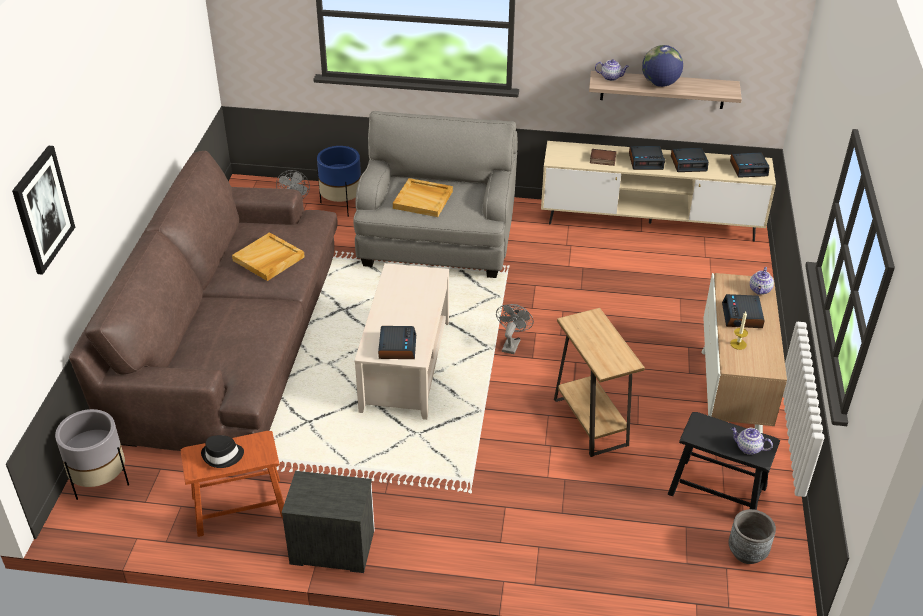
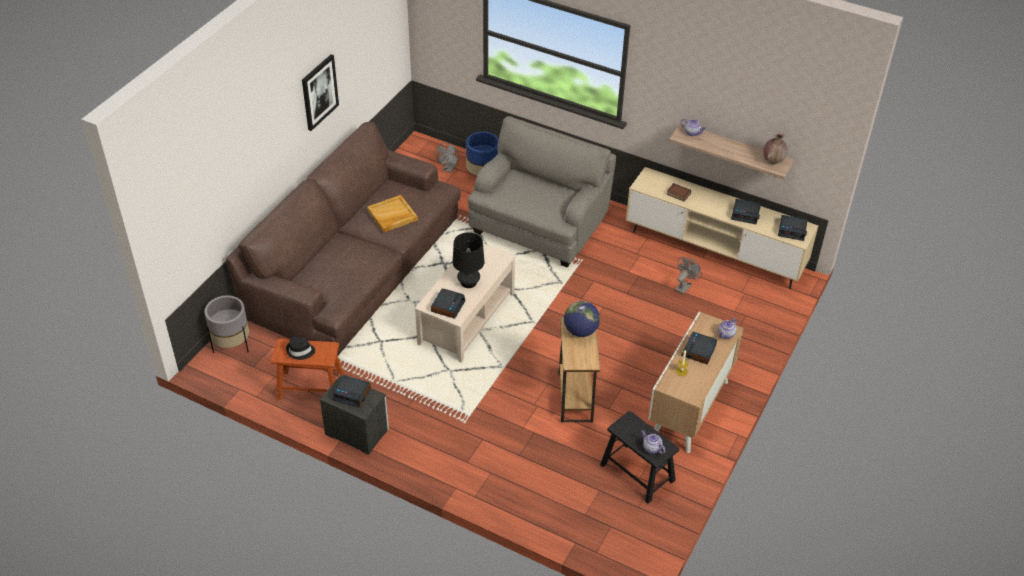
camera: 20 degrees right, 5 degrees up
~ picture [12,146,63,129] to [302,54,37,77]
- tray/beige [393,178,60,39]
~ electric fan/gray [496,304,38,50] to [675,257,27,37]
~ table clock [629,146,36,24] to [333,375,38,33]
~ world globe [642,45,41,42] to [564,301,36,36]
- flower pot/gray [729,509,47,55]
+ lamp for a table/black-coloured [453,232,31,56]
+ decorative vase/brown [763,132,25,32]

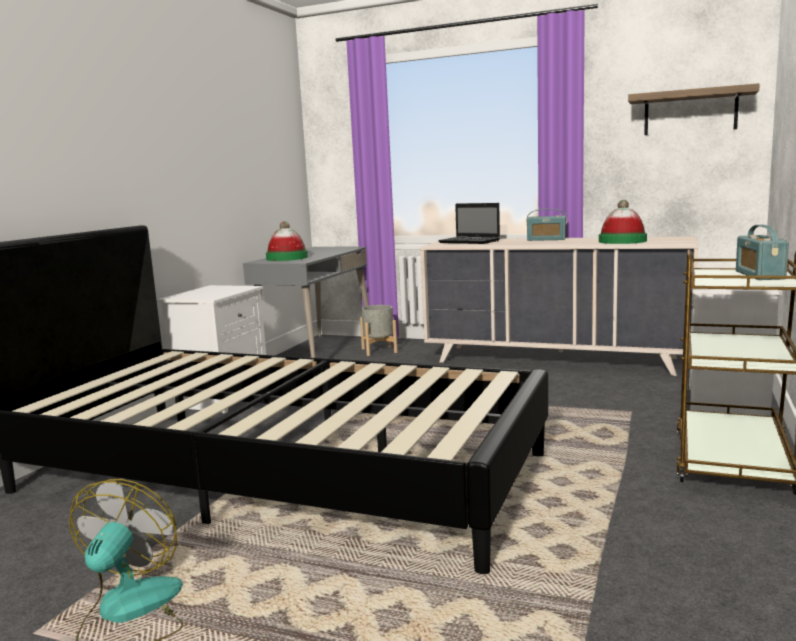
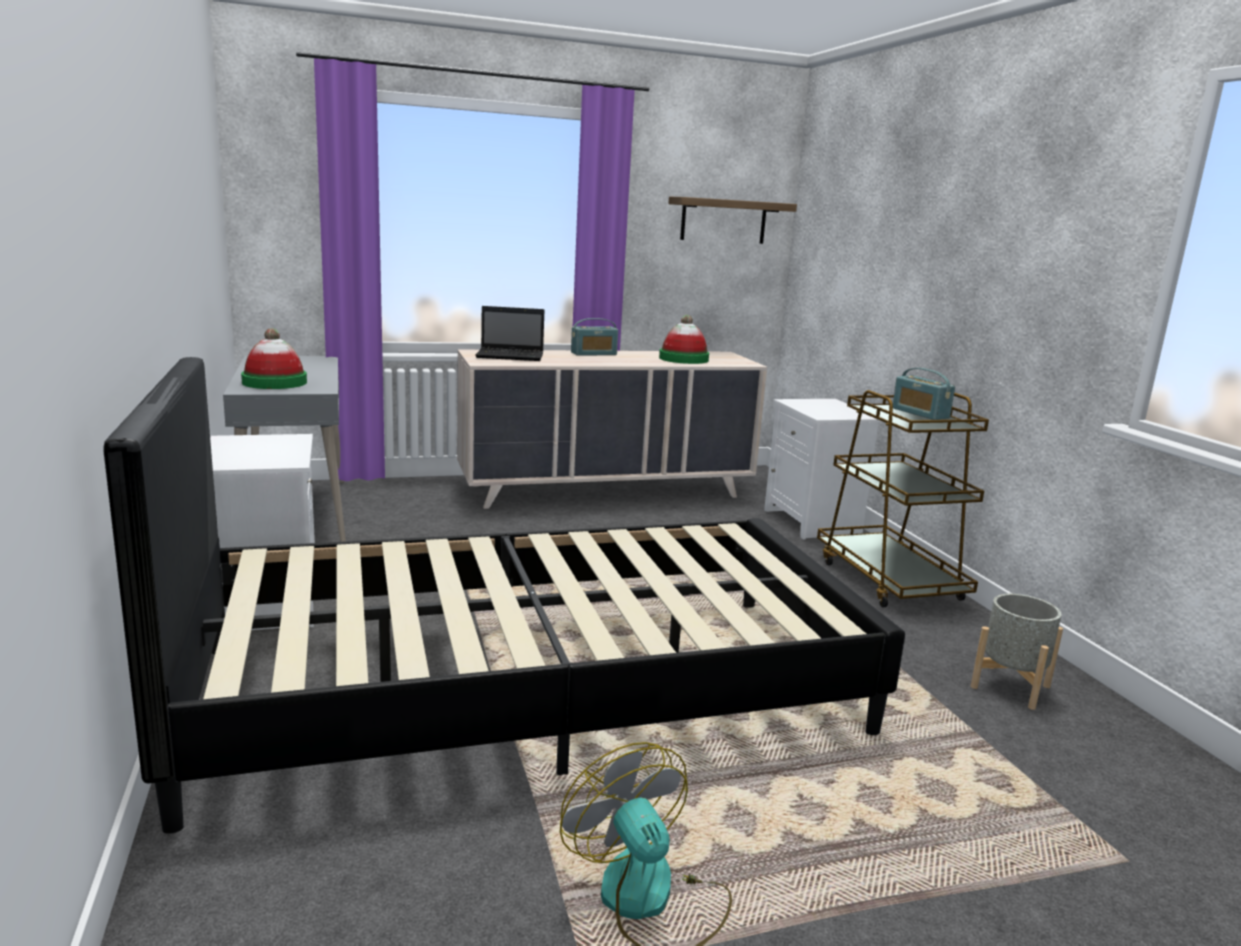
camera: 40 degrees left, 5 degrees up
~ flower pot/gray [360,305,38,51] to [971,594,92,116]

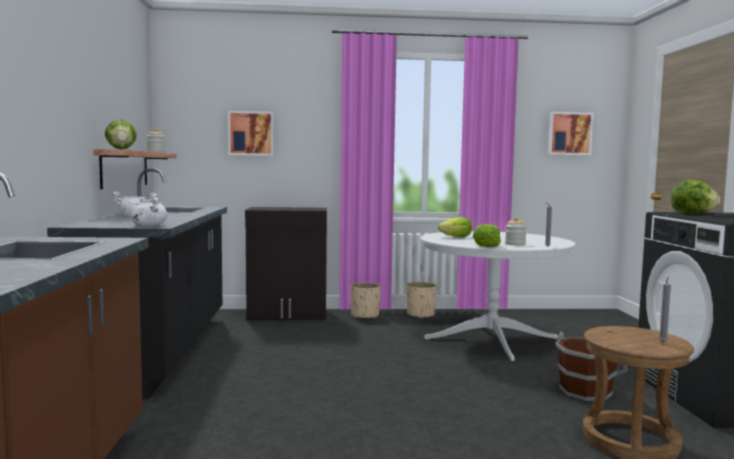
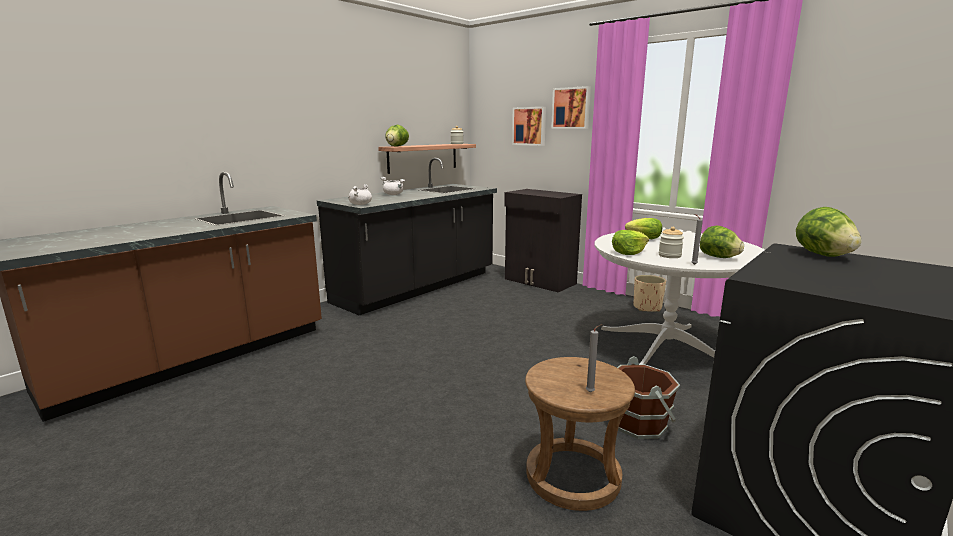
camera: 45 degrees right, 10 degrees up
- flower pot/beige [350,282,31,37]
~ picture [548,112,45,43] to [551,86,40,43]
+ lettuce [700,226,44,32]

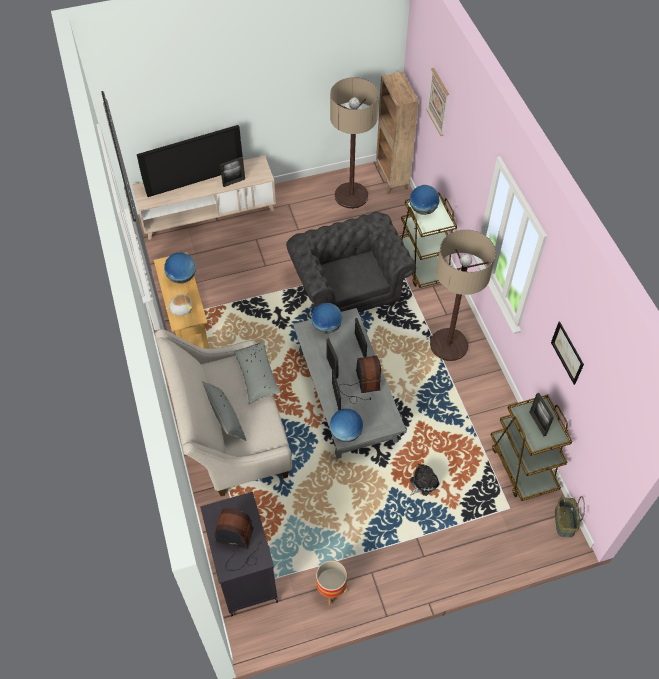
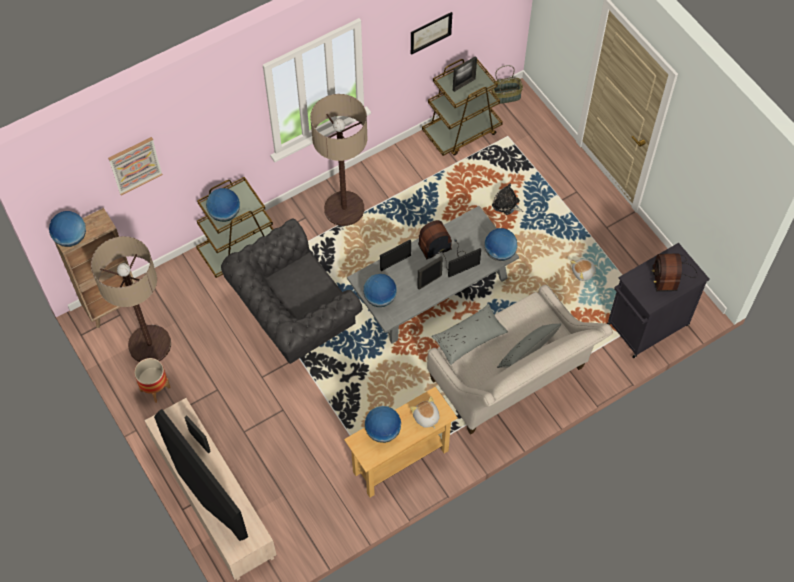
camera: 105 degrees left, 5 degrees up
~ flower pot [316,560,31,45] to [134,358,37,45]
+ world globe [49,211,37,36]
+ plush toy [570,259,27,22]

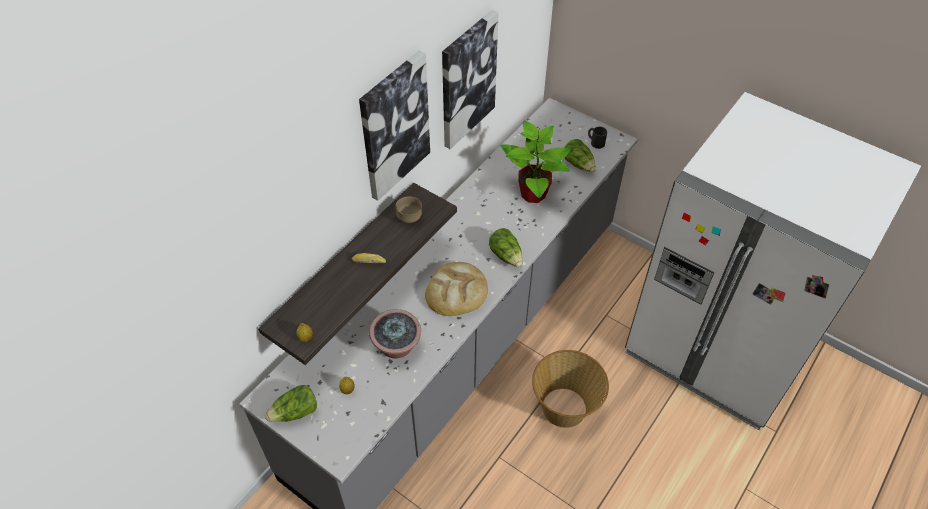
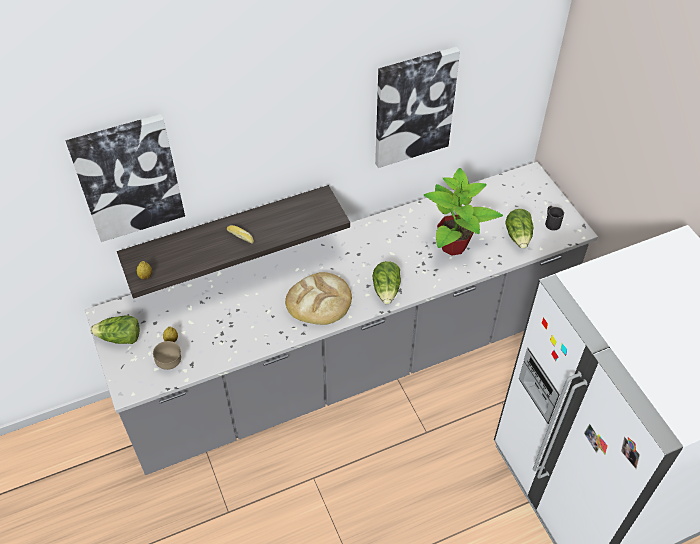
camera: 30 degrees right, 0 degrees up
~ picture [359,50,71,151] to [65,114,120,128]
- houseplant [369,309,52,49]
~ bowl/brown [395,197,27,26] to [153,341,28,29]
- storage basket [532,350,77,78]

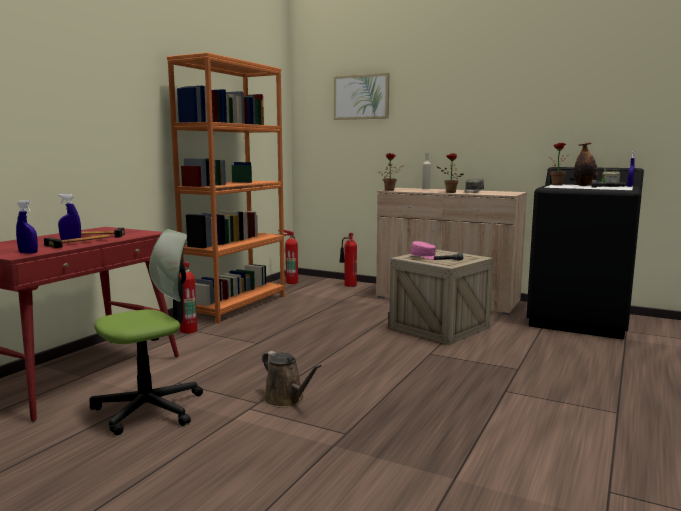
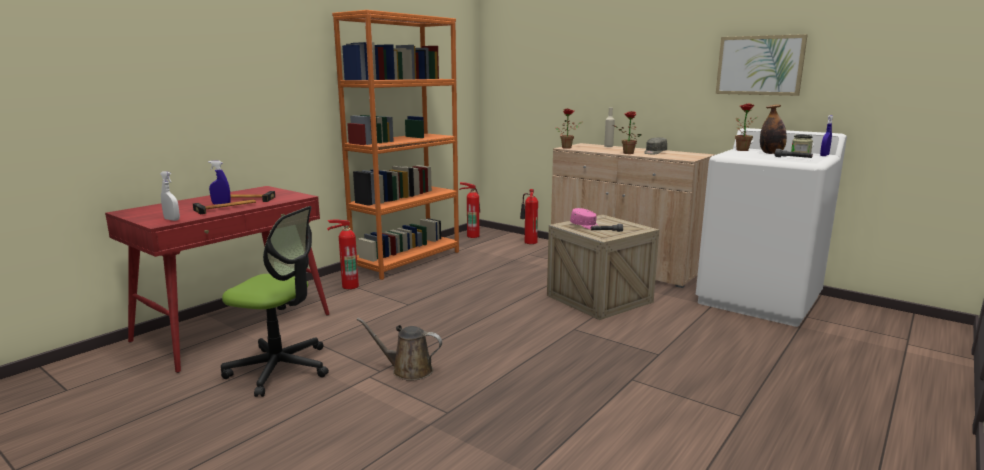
camera: 10 degrees right, 5 degrees up
~ sprayer/blue-coloured [16,200,22,54] to sprayer/whitish [160,171,20,50]
~ computer chair [89,229,114,206] = [221,206,108,191] 45 degrees clockwise
~ watering can/brown [263,351,59,57] = [357,318,85,63] 135 degrees clockwise
~ picture [334,73,56,47] to [716,34,92,62]
~ laundry appliance/black-coloured [526,167,118,172] to laundry appliance/whitish [696,128,151,199]

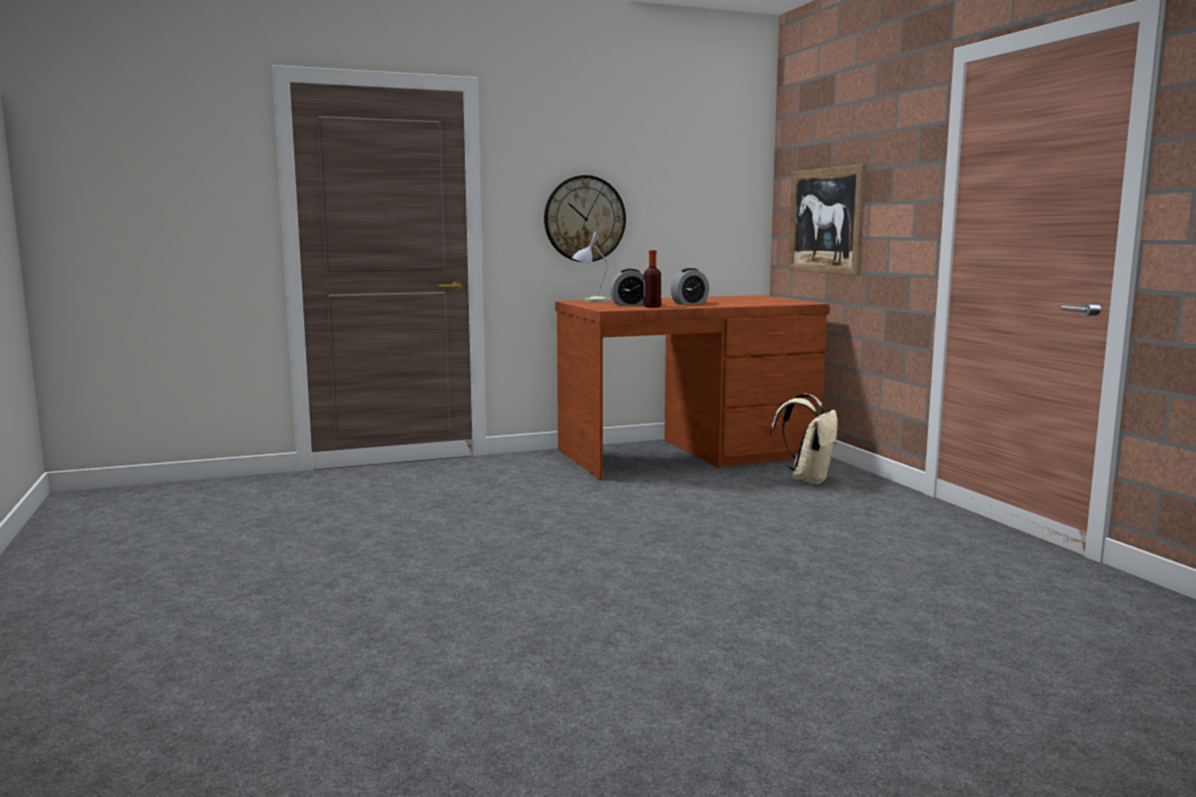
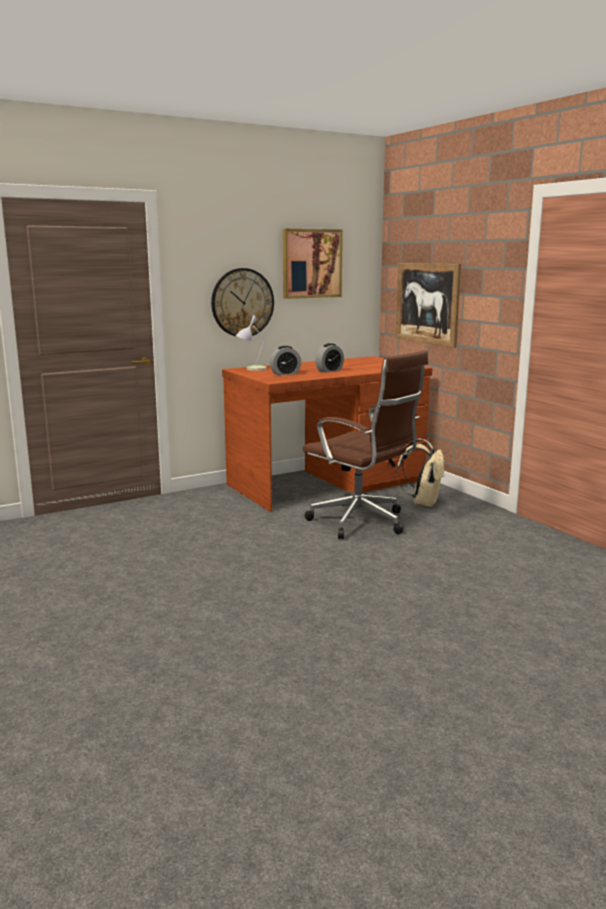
camera: 10 degrees left, 5 degrees up
- drink bottle [643,250,18,57]
+ picture [283,229,60,70]
+ computer chair/brown [302,350,126,189]

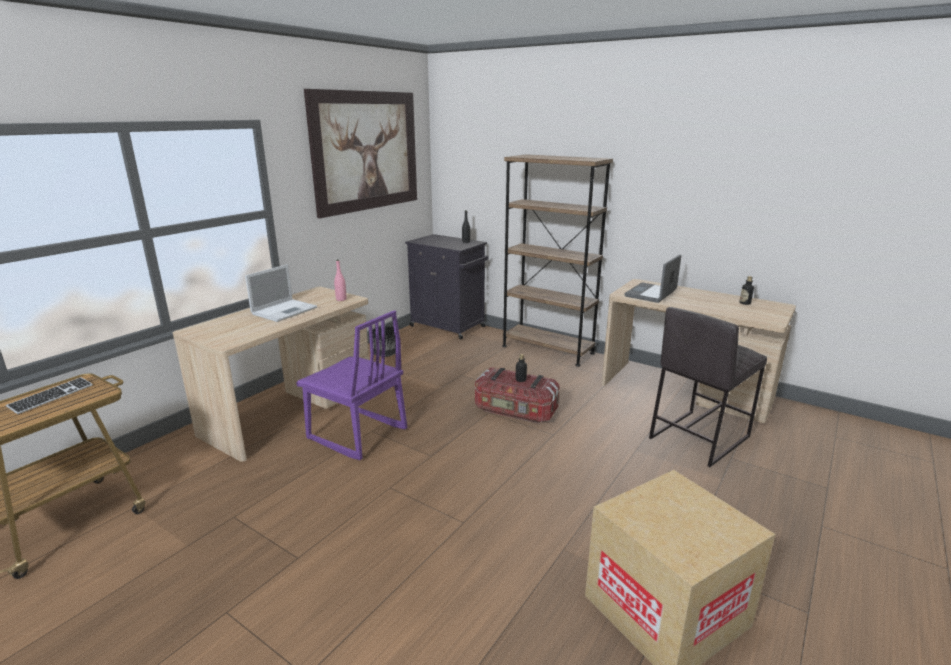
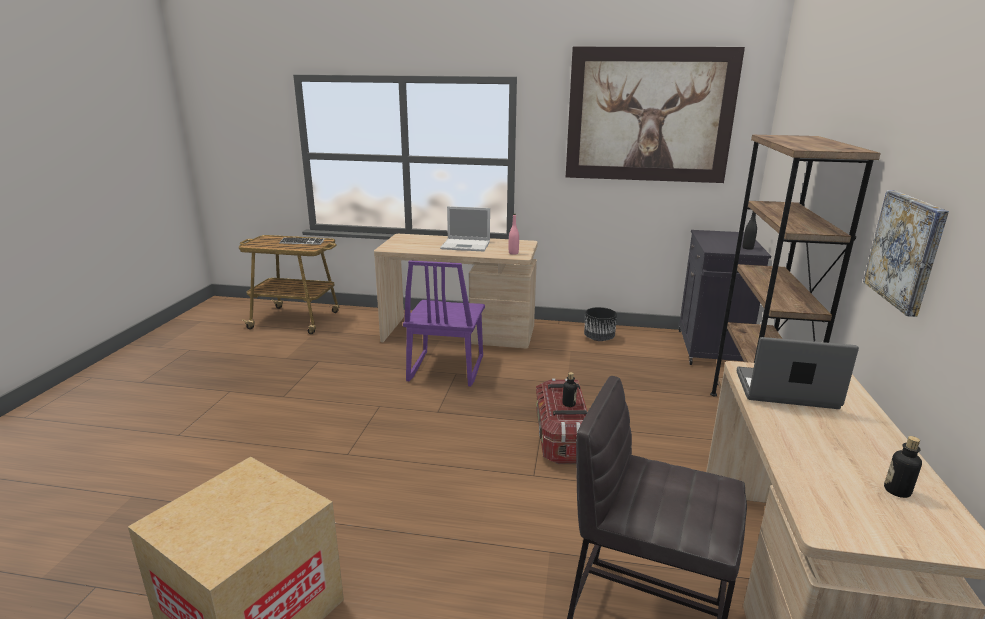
camera: 65 degrees right, 0 degrees up
+ picture [863,190,86,127]

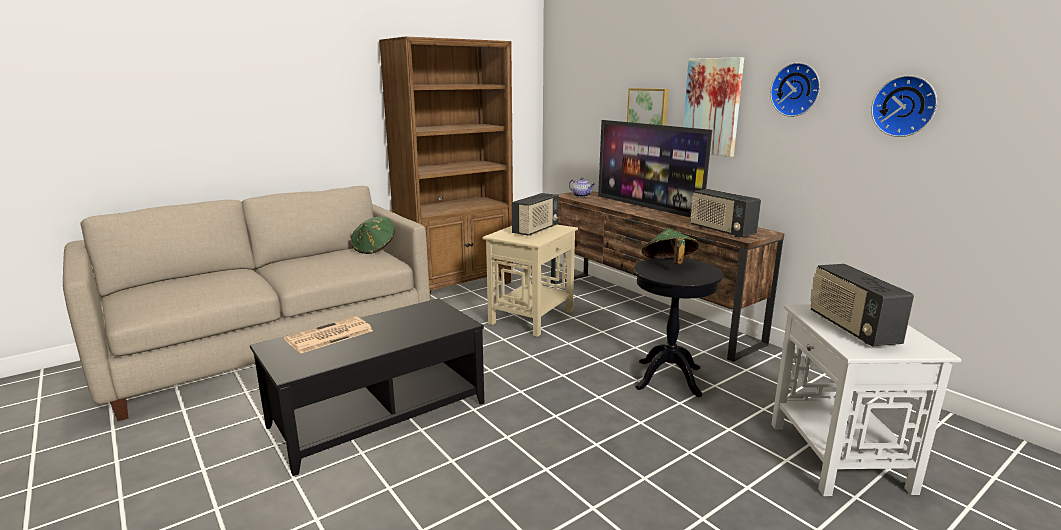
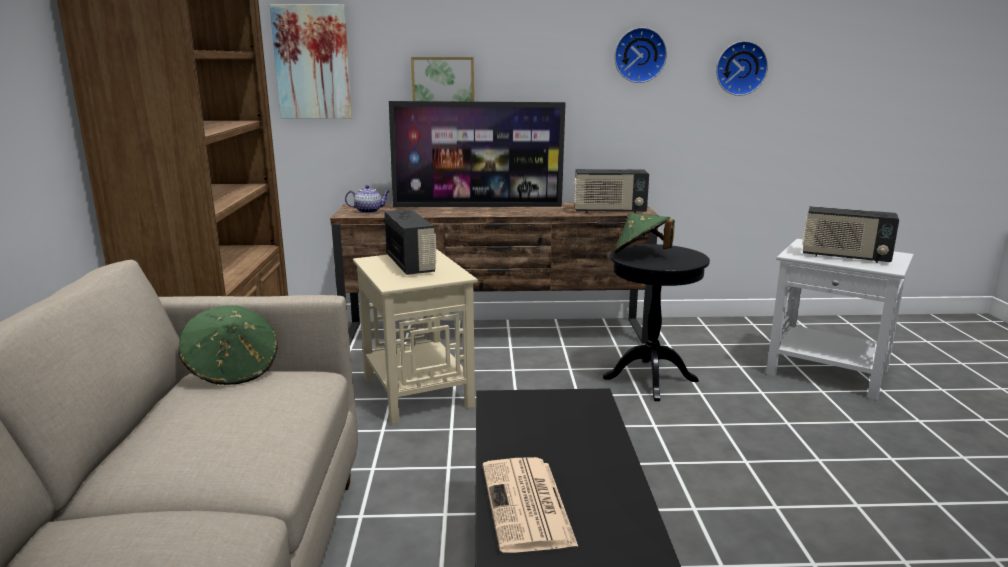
camera: 55 degrees left, 0 degrees up
~ picture [683,57,61,100] to [270,4,82,115]

